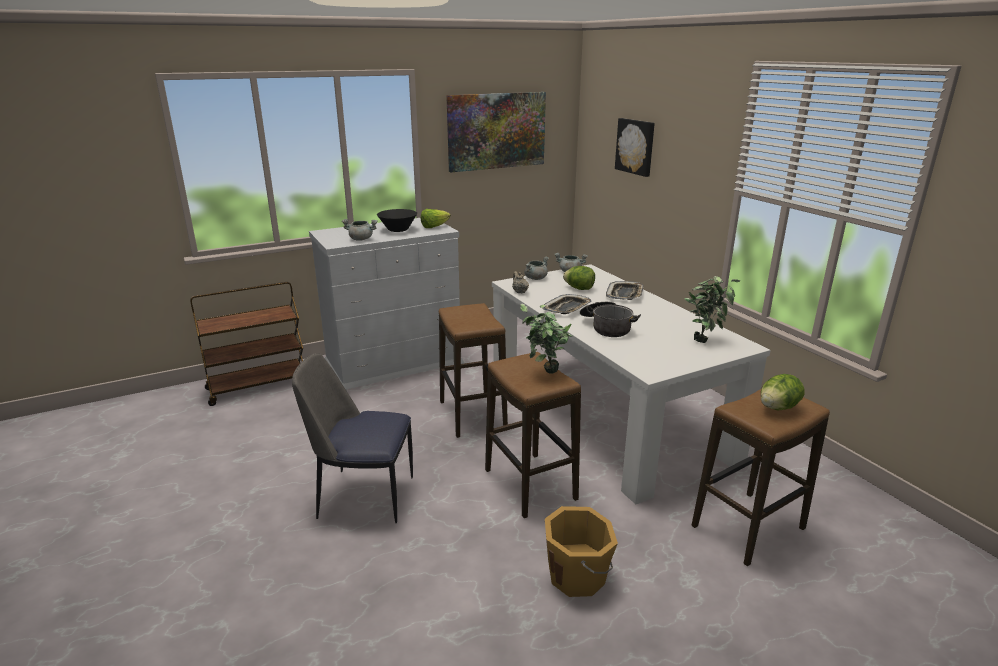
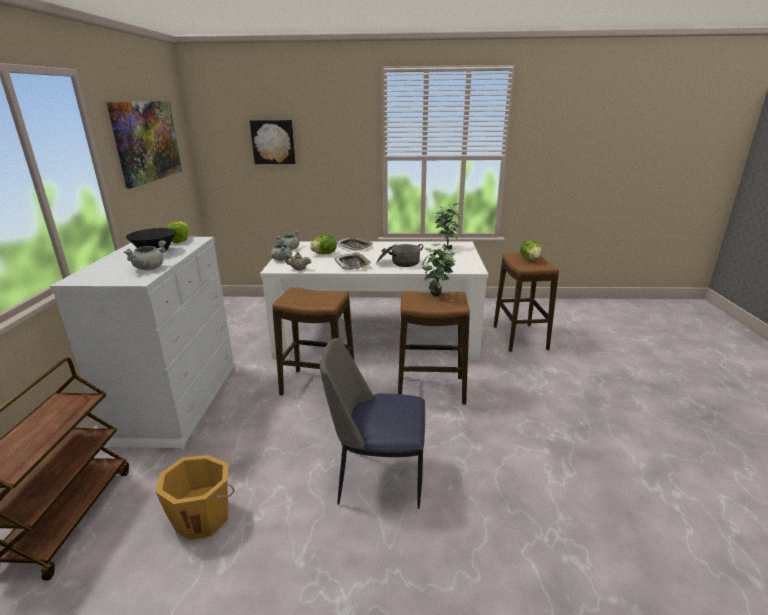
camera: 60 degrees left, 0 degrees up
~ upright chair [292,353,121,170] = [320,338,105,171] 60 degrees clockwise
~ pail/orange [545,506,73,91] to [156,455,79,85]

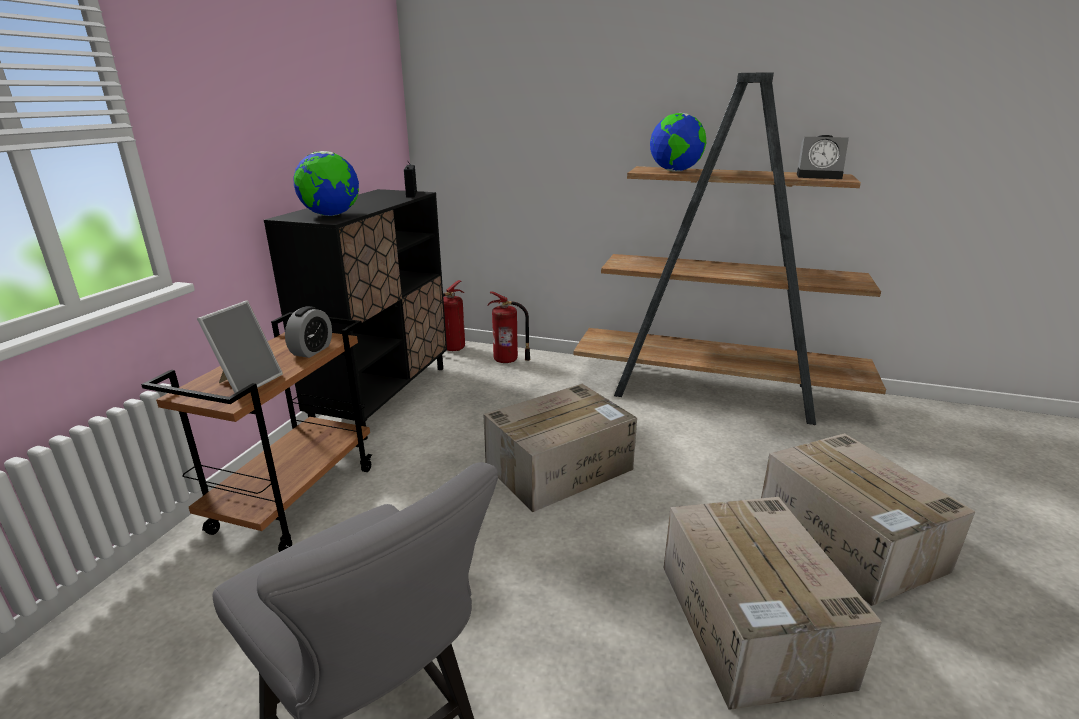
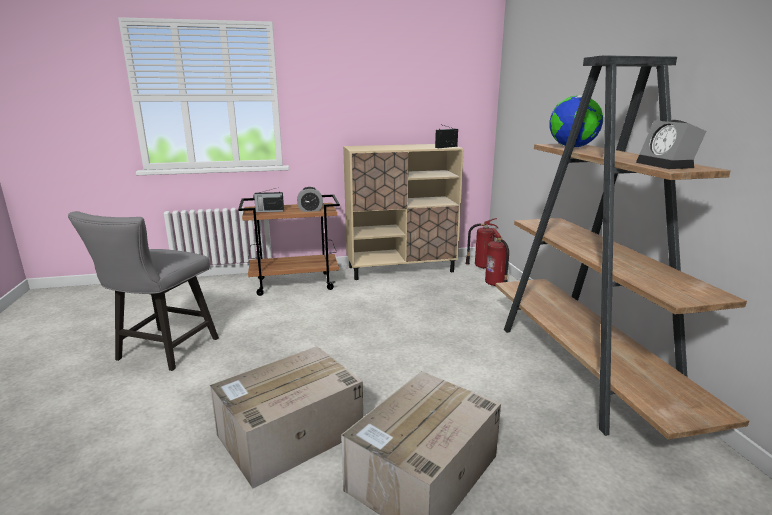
camera: 60 degrees right, 5 degrees down
~ picture frame [197,301,86,92] to radio [253,188,31,24]
~ cupboard/black-coloured [264,189,183,251] to cupboard/beige [343,144,121,136]
- world globe [294,151,65,65]
- cardboard box [483,384,154,128]

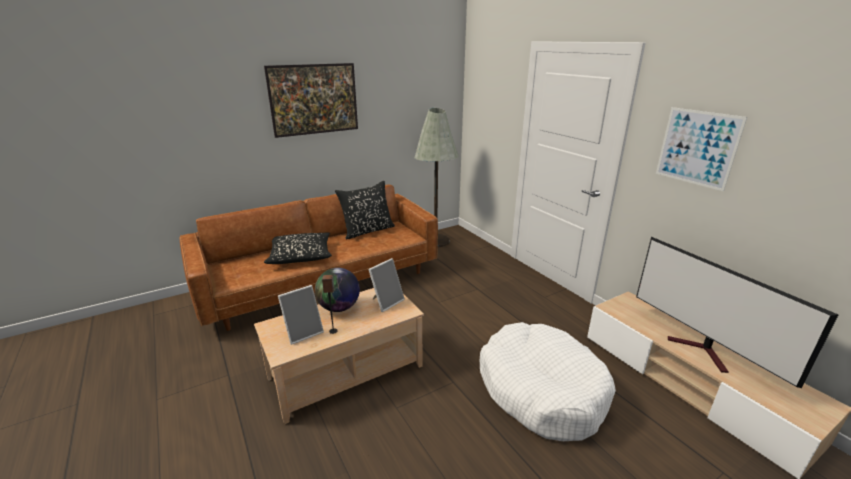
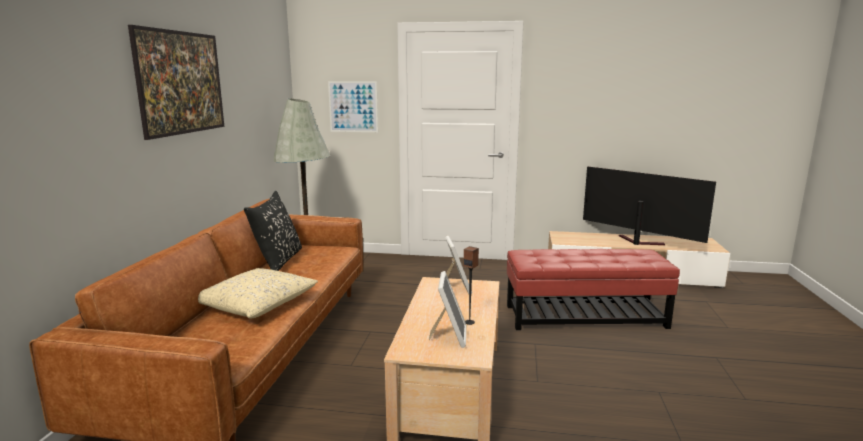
camera: 50 degrees left, 10 degrees down
~ cushion/black-coloured [264,233,68,31] to cushion/beige [198,268,120,51]
- world globe [315,268,45,44]
~ dog bed/whitish [480,322,136,119] to footrest/reddish [507,249,173,81]
~ TV [636,237,202,151] = [583,166,133,79] 150 degrees counterclockwise
~ picture [656,107,91,84] to [328,81,50,51]

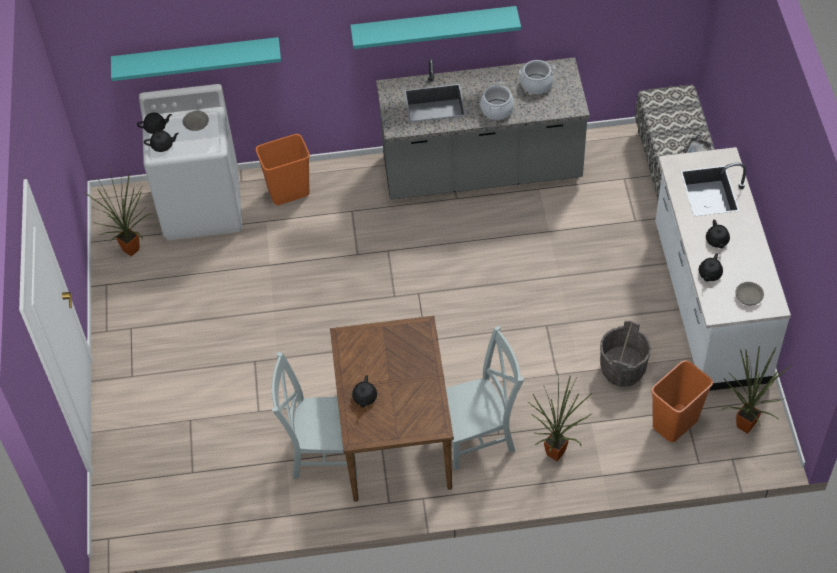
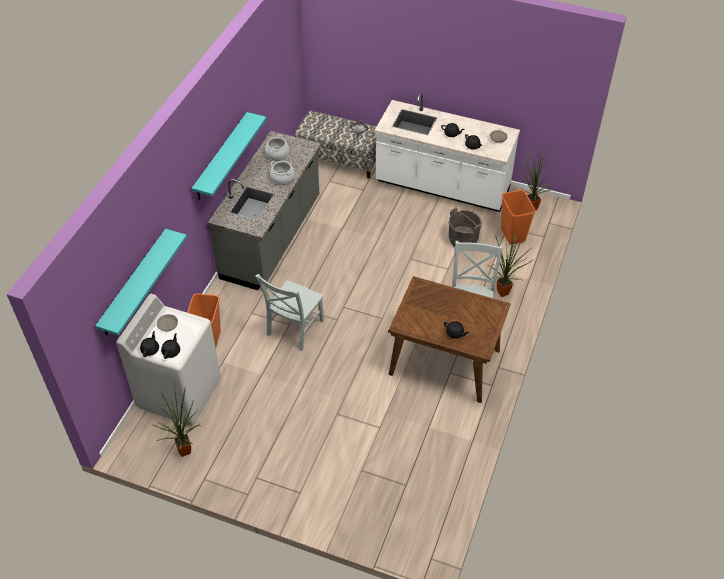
camera: 65 degrees left, 5 degrees down
~ upright chair/gray [272,352,85,128] to [256,274,68,77]

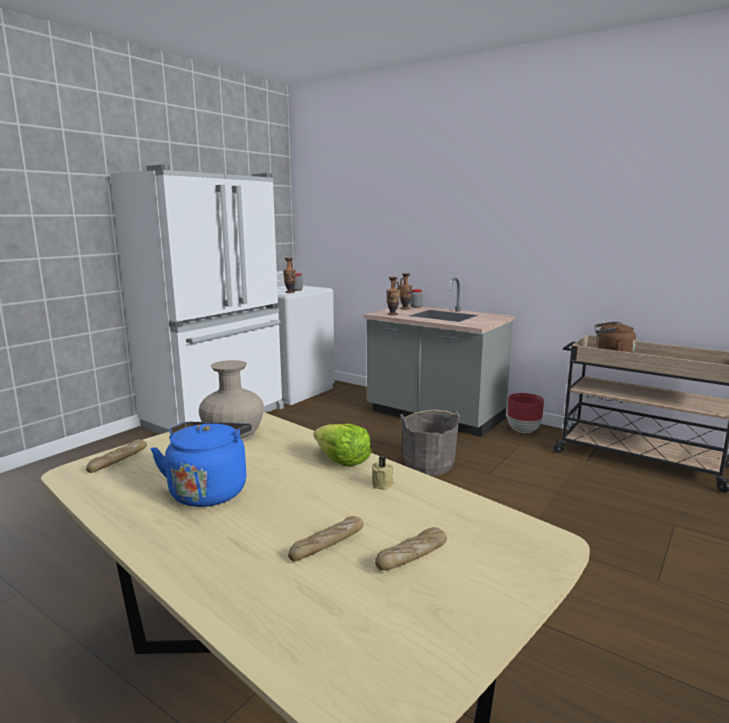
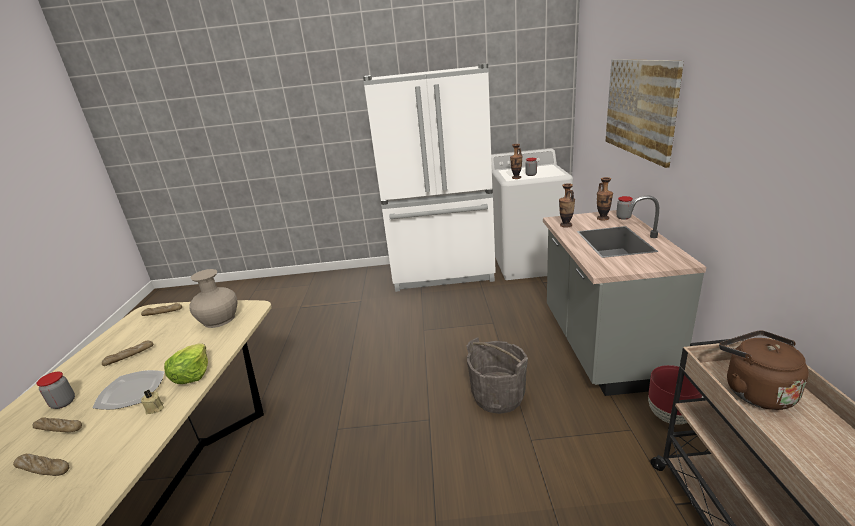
camera: 55 degrees right, 10 degrees up
~ tea kettle/blue-coloured [151,422,101,85] to bakery bread [102,341,52,25]
+ storage jar [36,372,39,37]
+ flat dish [93,370,71,40]
+ picture [605,59,79,109]

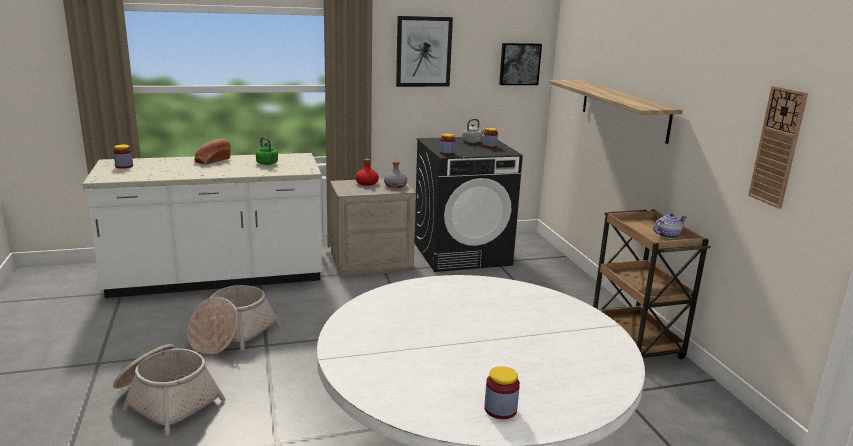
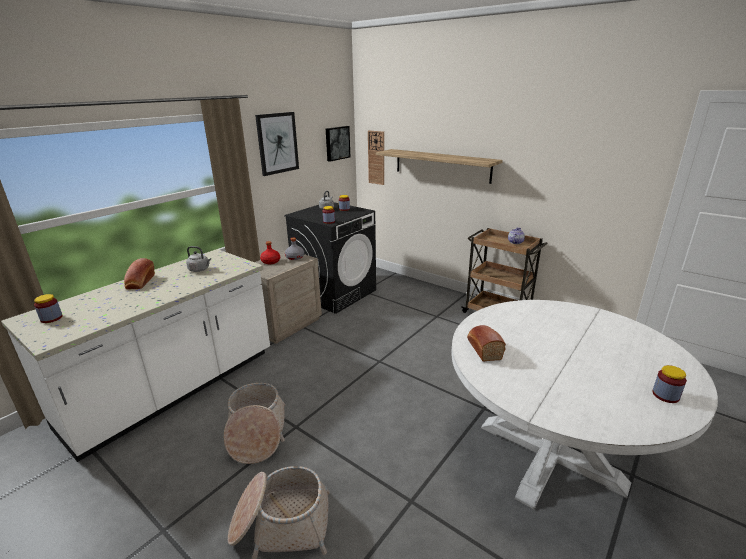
camera: 35 degrees left, 5 degrees up
~ tea kettle/greenish [256,137,22,28] to tea kettle/gray [186,246,25,26]
~ hanging clock [748,86,60,123] to [368,131,16,54]
+ bakery bread [467,325,39,37]

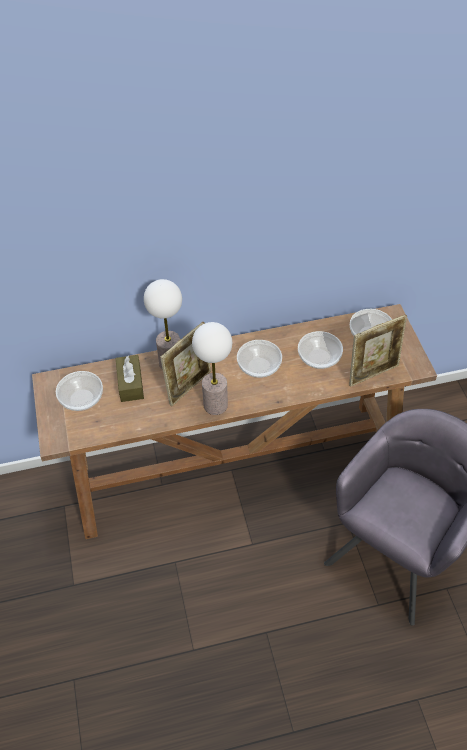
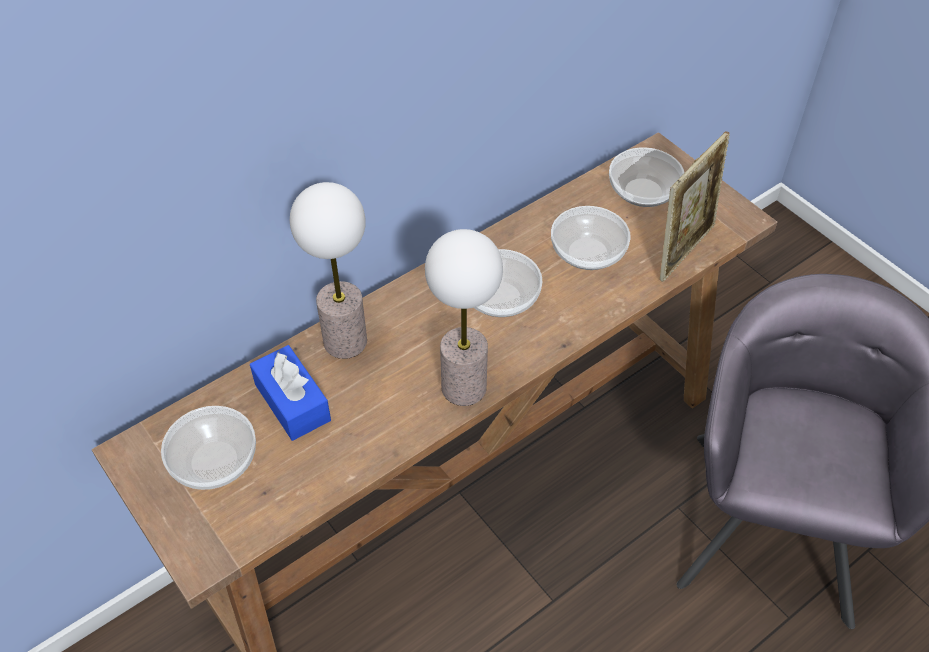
camera: 25 degrees left, 0 degrees up
~ box of tissues/brown [116,355,28,47] to box of tissues/blue-coloured [250,345,81,96]
- picture frame [160,322,51,85]

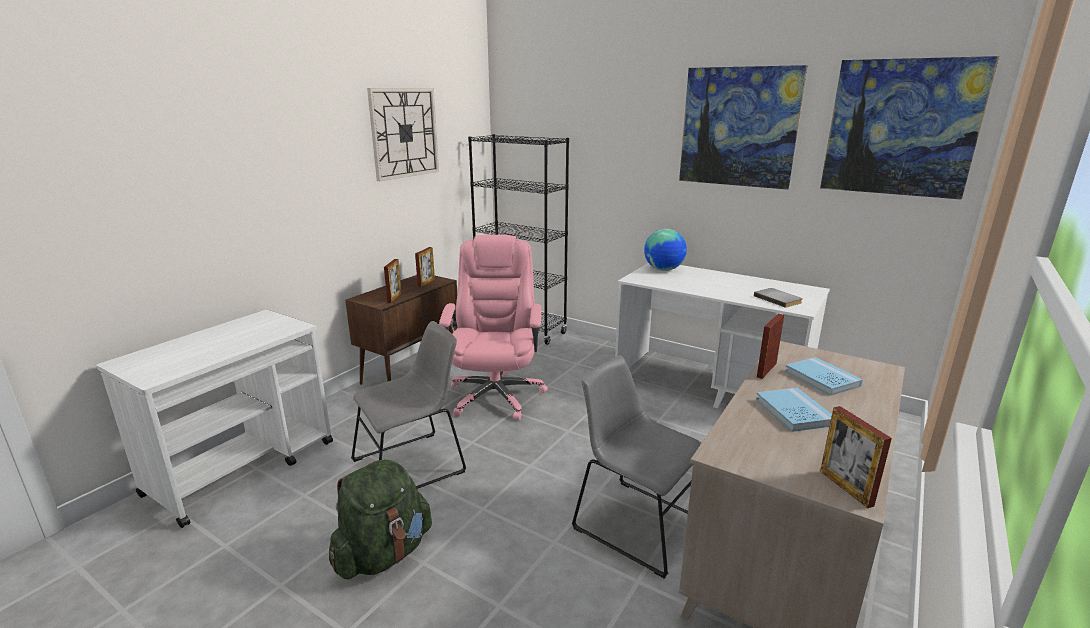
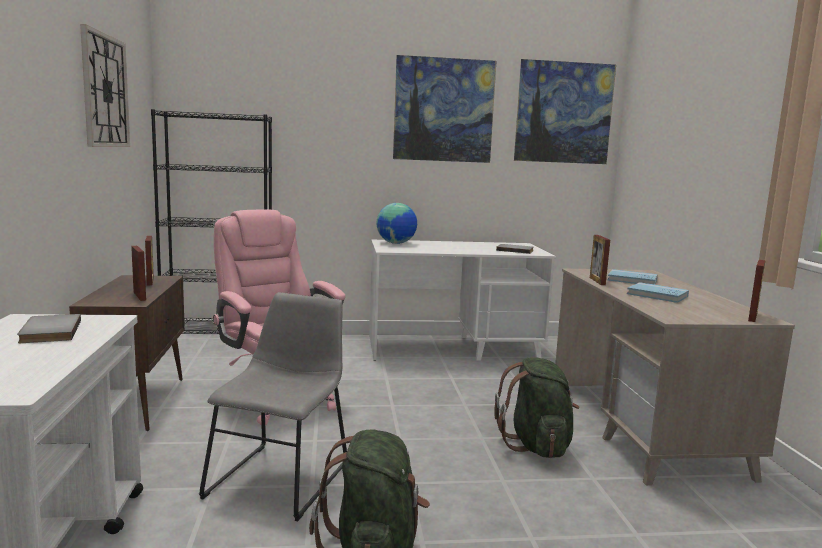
camera: 40 degrees left, 10 degrees down
~ upright chair/gray [572,355,129,223] to backpack/greenish [495,357,84,101]
~ picture frame [820,406,72,102] = [748,260,18,62] 90 degrees counterclockwise
+ bound book/gray [17,314,64,29]

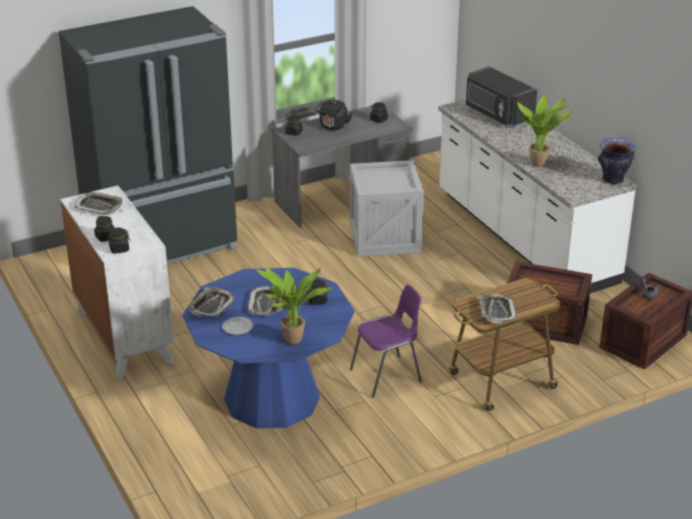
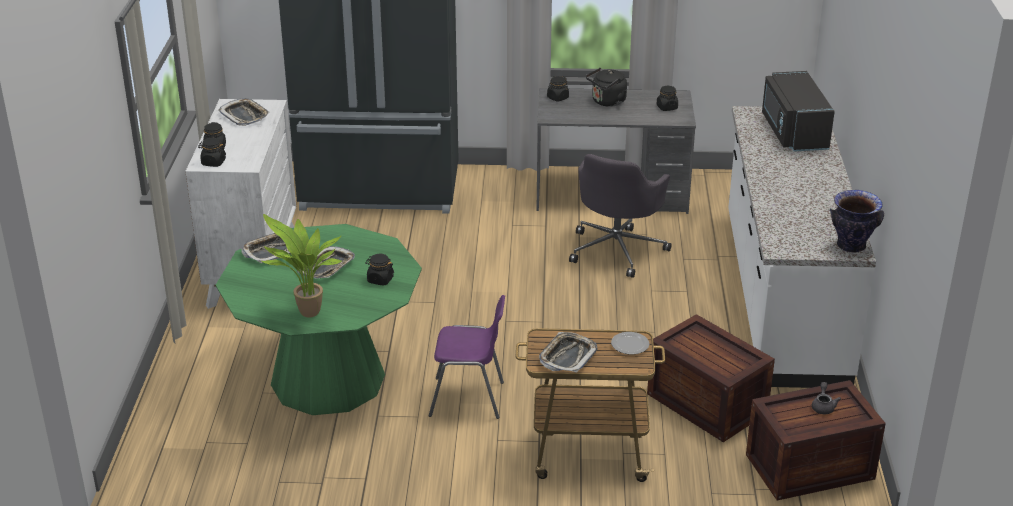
camera: 30 degrees right, 0 degrees up
~ kitchen table/blue-coloured [182,268,173,160] to kitchen table/greenish [216,224,206,191]
~ flat dish [222,317,31,18] to [611,332,38,22]
~ packing crate [350,160,74,97] to computer chair/gray [569,154,103,124]
- houseplant [517,94,56,73]

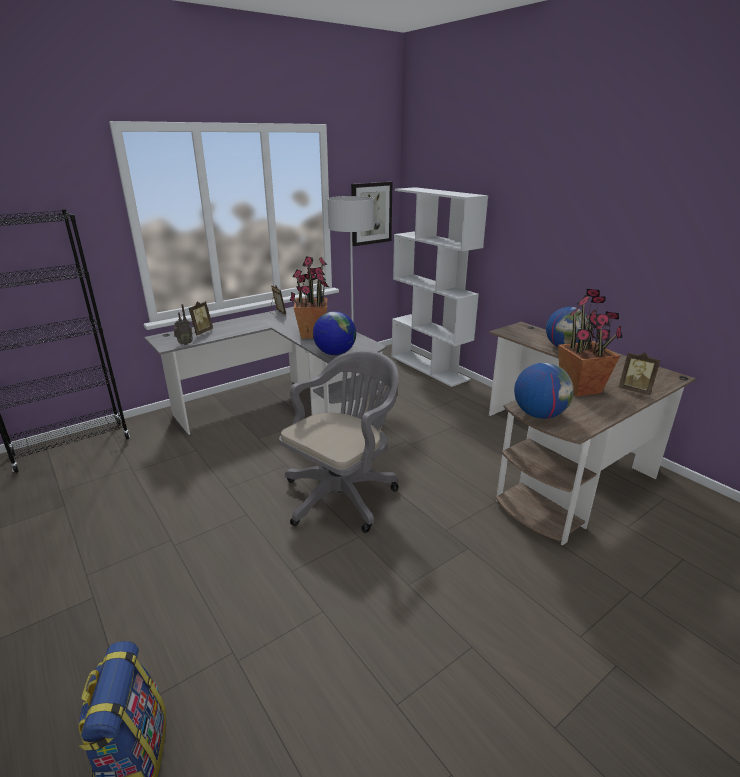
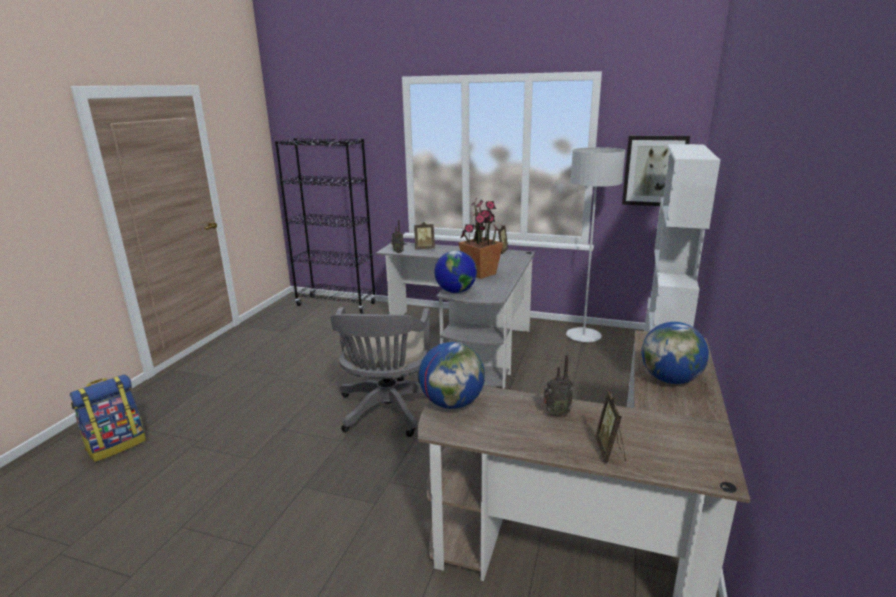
camera: 55 degrees right, 5 degrees down
~ computer chair/gray [279,350,120,183] = [330,307,101,130] 90 degrees clockwise
~ houseplant [558,289,65,108] to radio [544,354,29,63]

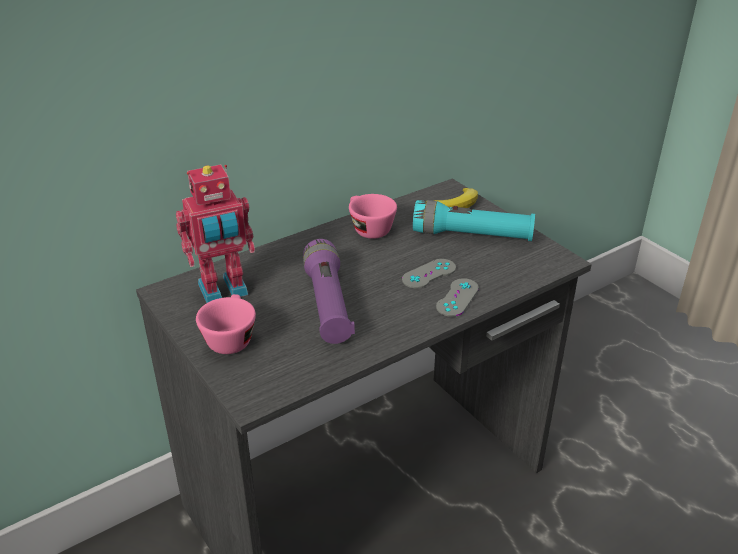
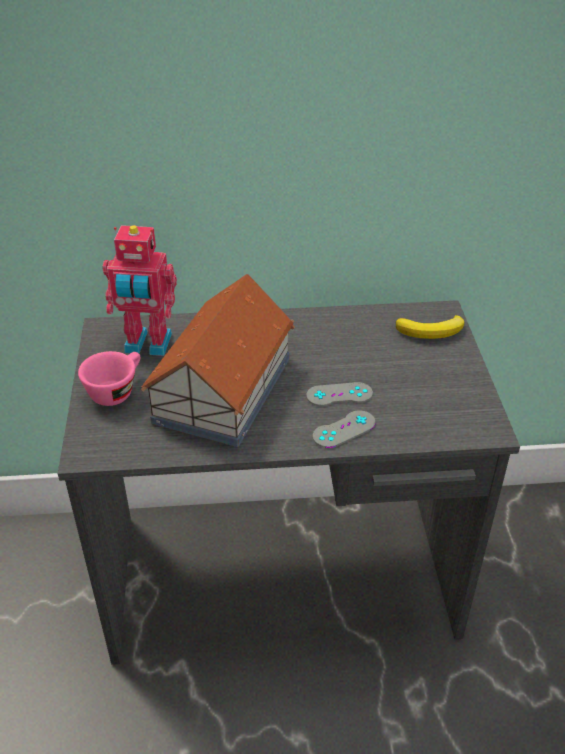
camera: 30 degrees right, 5 degrees up
~ torch/purplish [303,239,52,105] to miniature house [141,274,154,173]
- small cup/pink [349,194,48,45]
- torch/blue-green [413,200,122,41]

